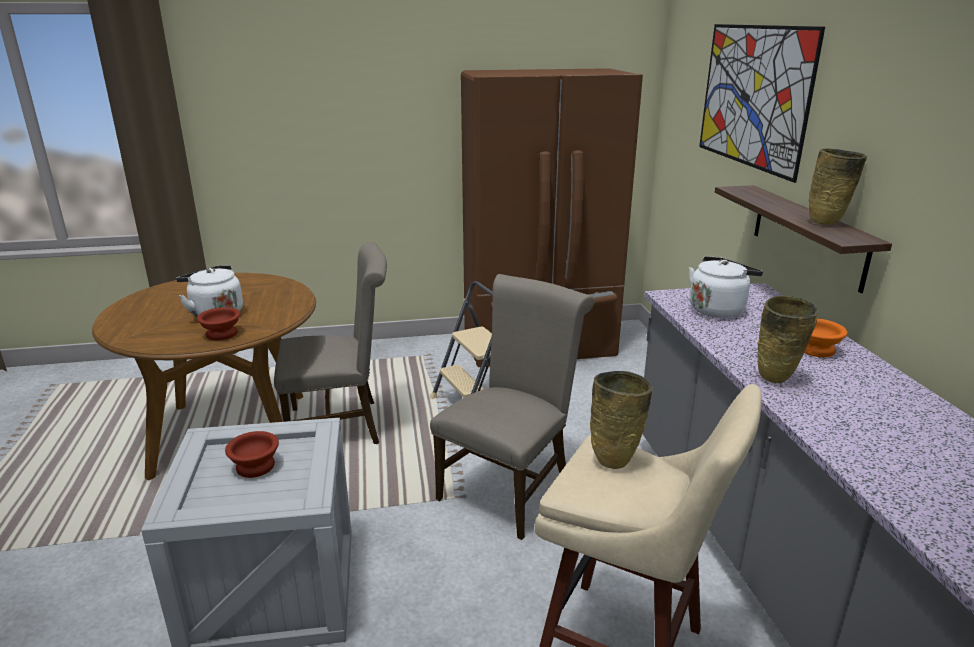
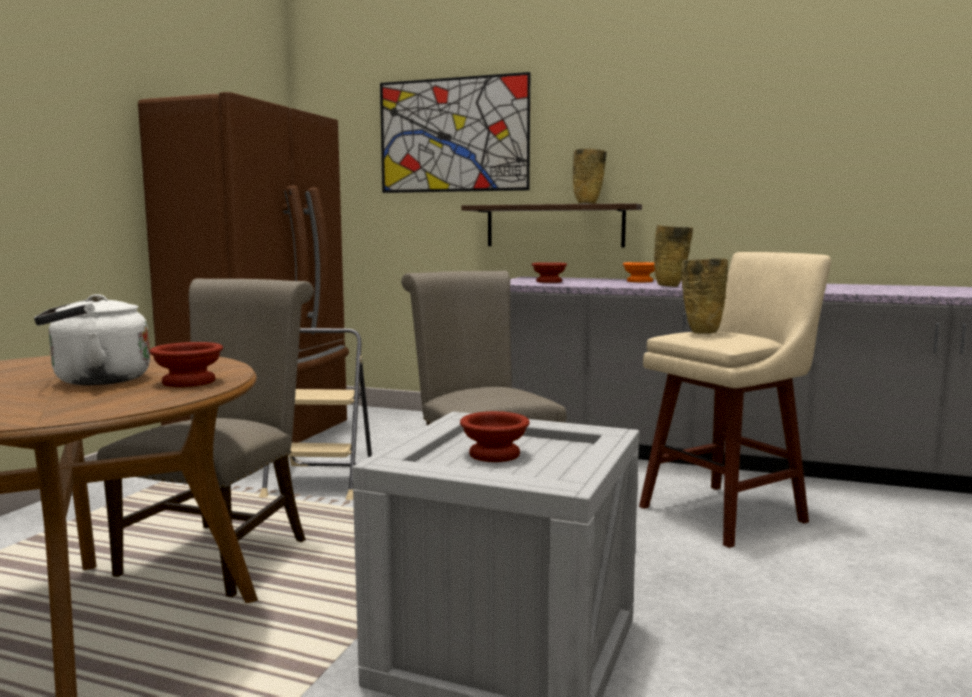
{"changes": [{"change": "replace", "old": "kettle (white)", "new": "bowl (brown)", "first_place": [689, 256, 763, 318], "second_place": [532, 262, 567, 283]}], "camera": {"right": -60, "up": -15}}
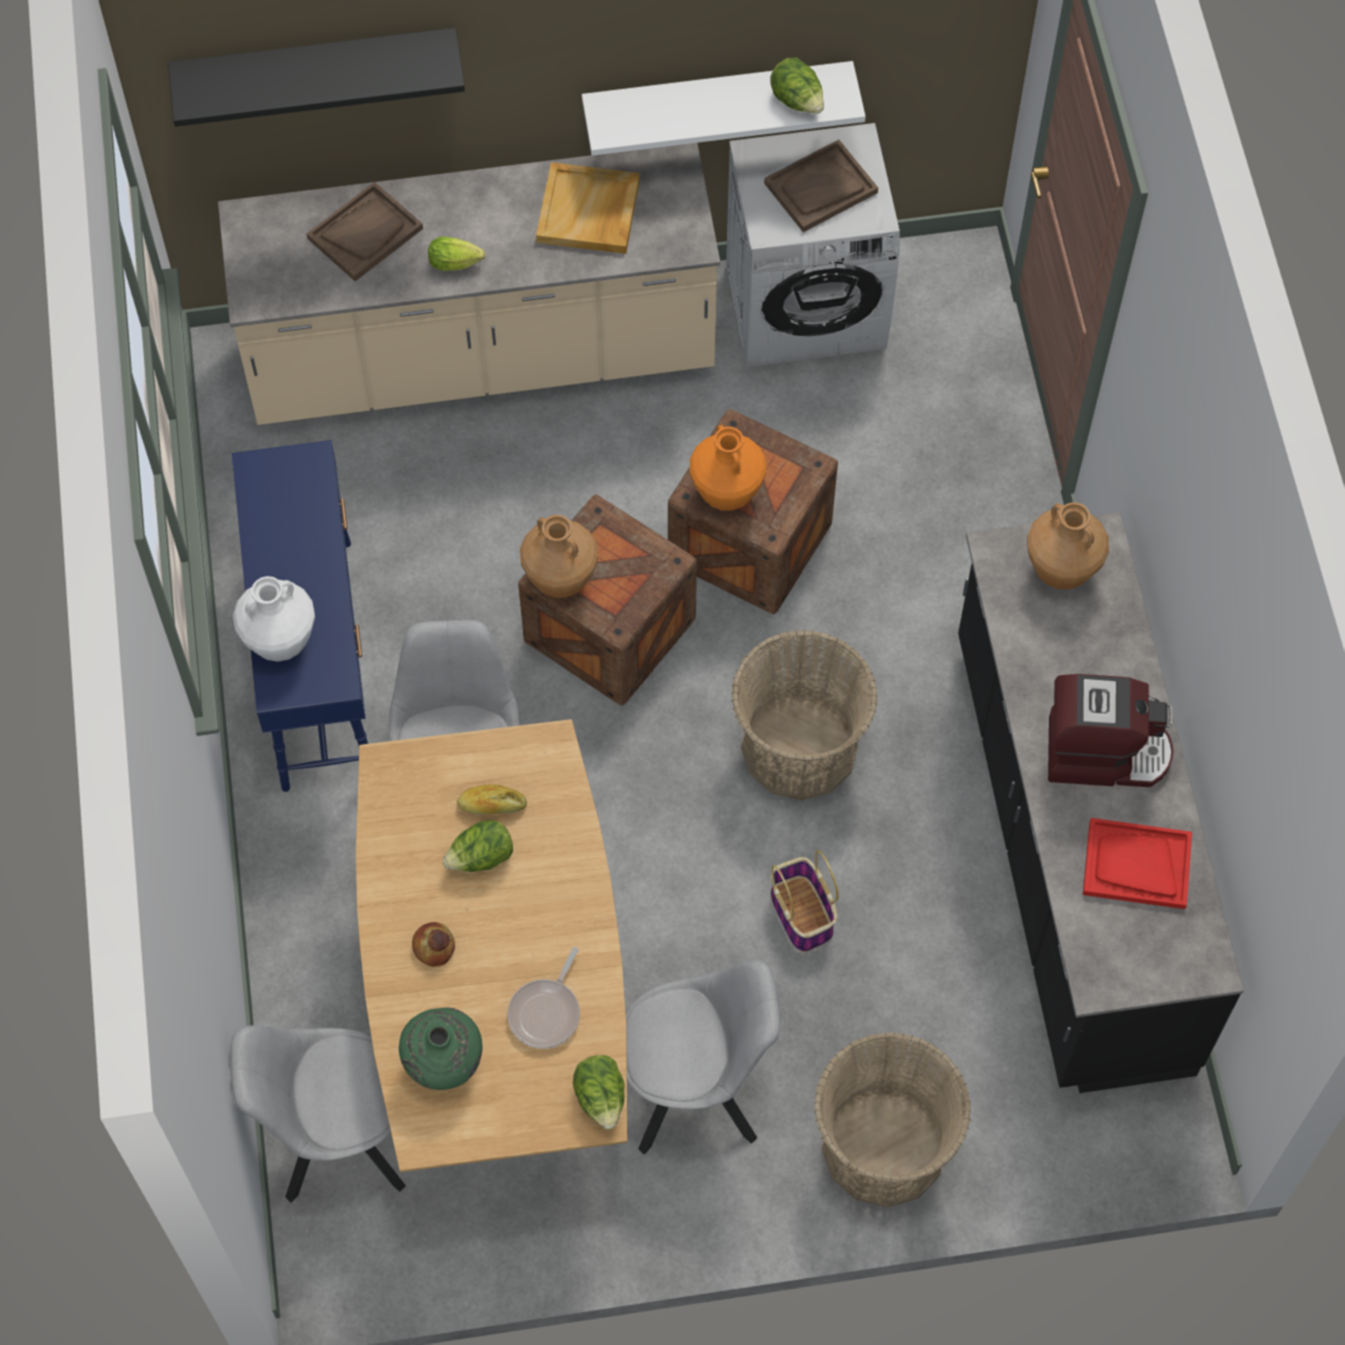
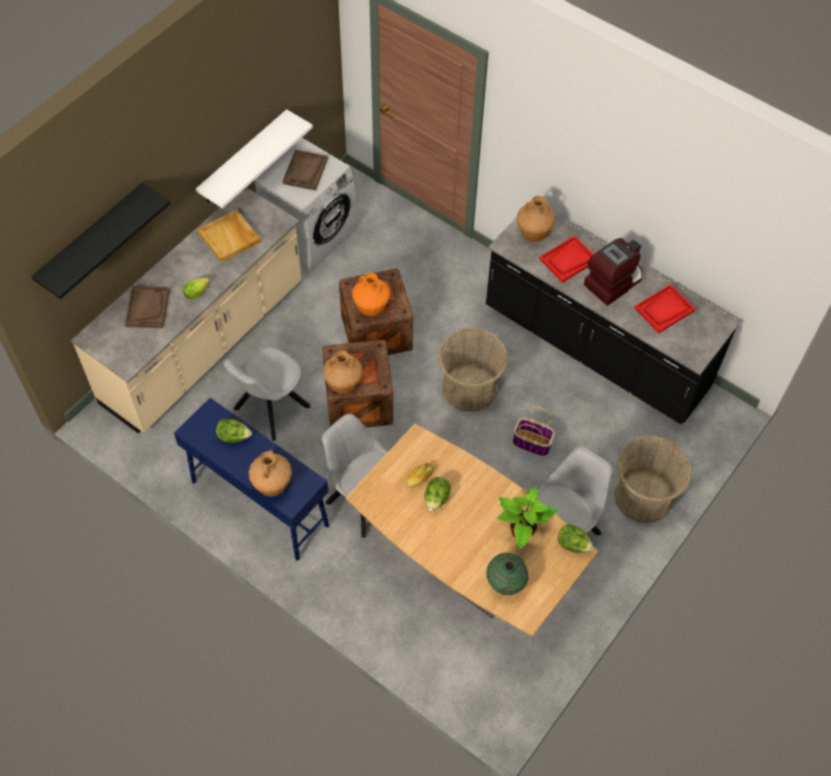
{"changes": [{"change": "move", "old": "chair (grey)", "first_place": [230, 1025, 406, 1203], "second_place": [224, 347, 310, 441]}, {"change": "recolor", "old": "vase (white)", "new": "vase (brown)", "first_place": [233, 576, 315, 662], "second_place": [248, 450, 292, 497]}, {"change": "delete", "old": "bread", "first_place": [412, 922, 455, 967]}, {"change": "replace", "old": "frying pan", "new": "potted plant", "first_place": [507, 947, 580, 1049], "second_place": [497, 486, 558, 549]}, {"change": "move", "old": "lettuce", "first_place": [770, 58, 824, 114], "second_place": [216, 419, 252, 443]}, {"change": "insert", "new": "tray (red)", "second_place": [539, 236, 594, 283]}], "camera": {"right": -45, "up": -5}}
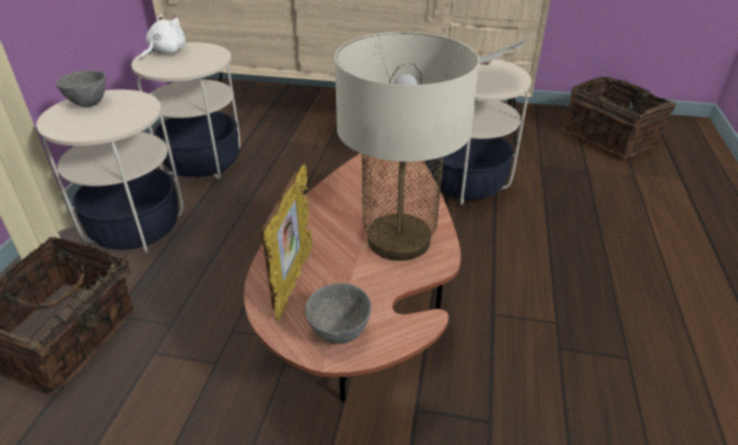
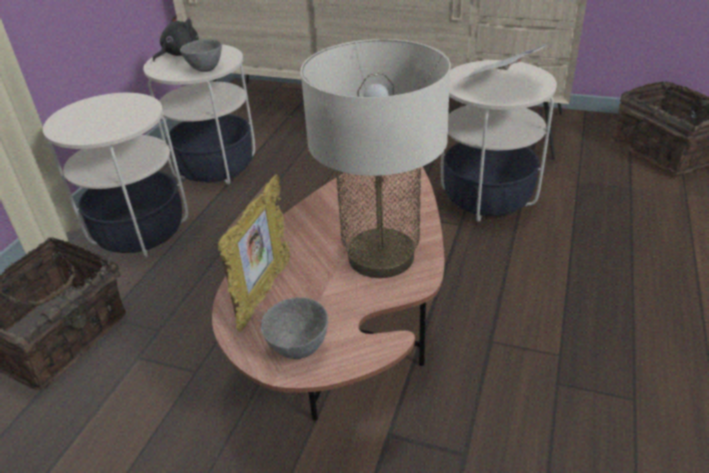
{"changes": [{"change": "move", "old": "bowl (grey)", "first_place": [56, 70, 106, 107], "second_place": [180, 39, 222, 72]}, {"change": "recolor", "old": "plush toy (white)", "new": "plush toy (black)", "first_place": [141, 14, 185, 59], "second_place": [153, 15, 199, 61]}], "camera": {"right": 10, "up": 0}}
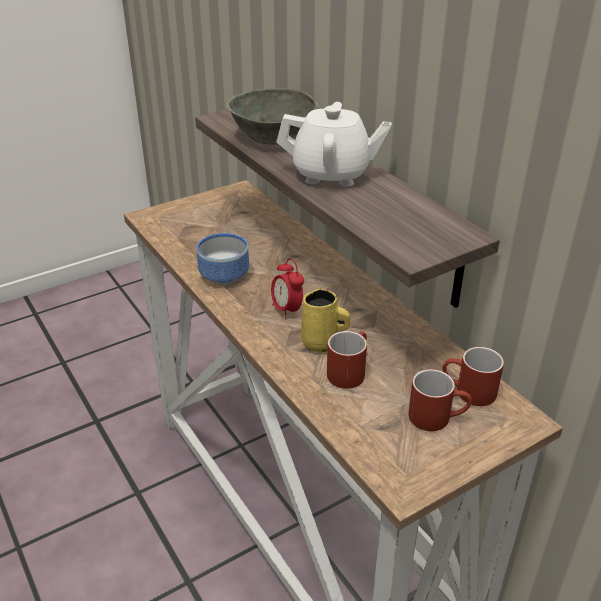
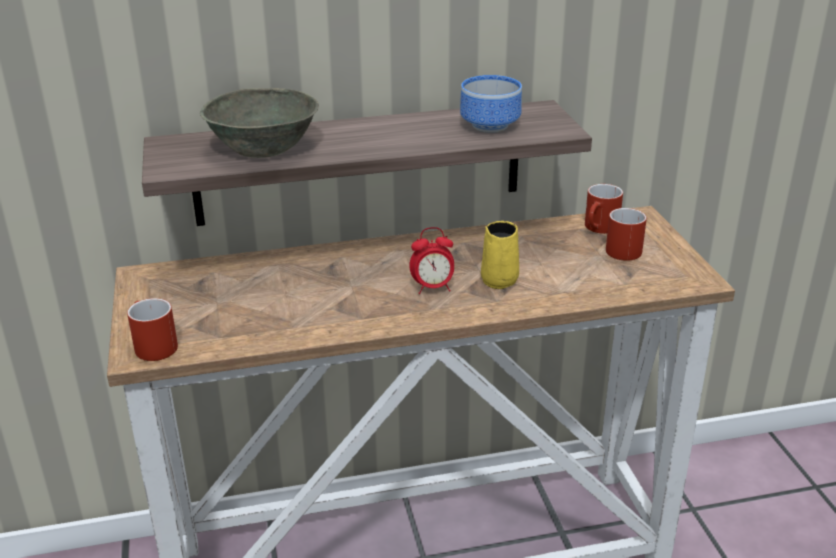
{"changes": [{"change": "move", "old": "bowl", "first_place": [197, 233, 249, 285], "second_place": [460, 75, 522, 133]}, {"change": "delete", "old": "teapot (white)", "first_place": [276, 102, 391, 186]}, {"change": "move", "old": "mug (red)", "first_place": [327, 331, 367, 389], "second_place": [127, 298, 178, 361]}], "camera": {"right": -70, "up": -5}}
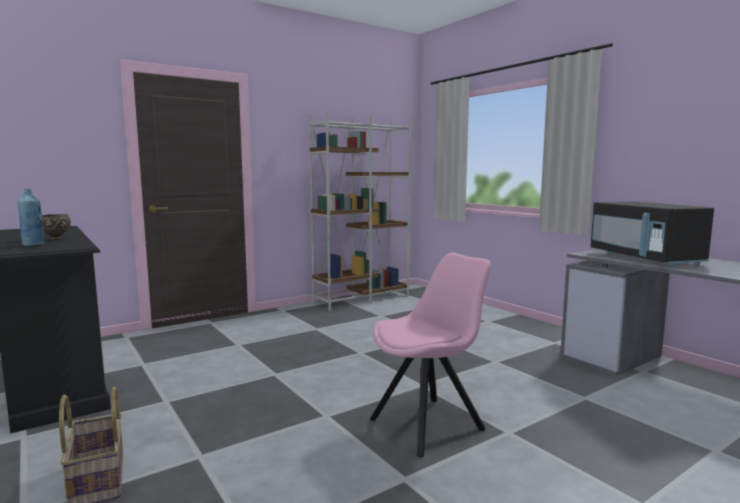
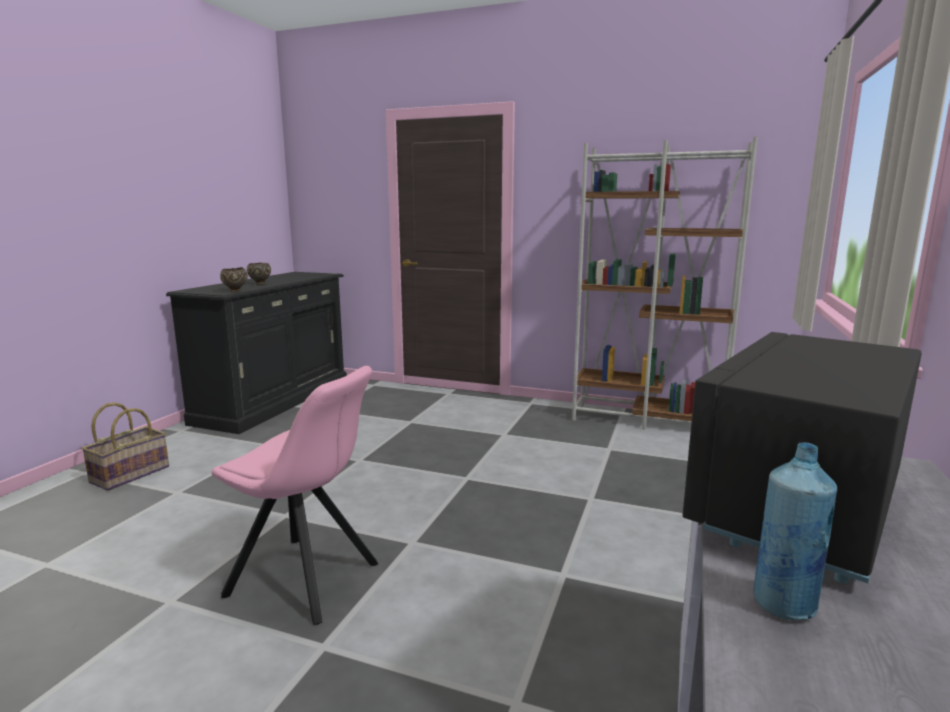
{"changes": [{"change": "move", "old": "bottle (blue)", "first_place": [17, 189, 45, 246], "second_place": [753, 443, 837, 620]}, {"change": "insert", "new": "bowl (brown)", "second_place": [220, 267, 248, 292]}], "camera": {"right": 55, "up": 5}}
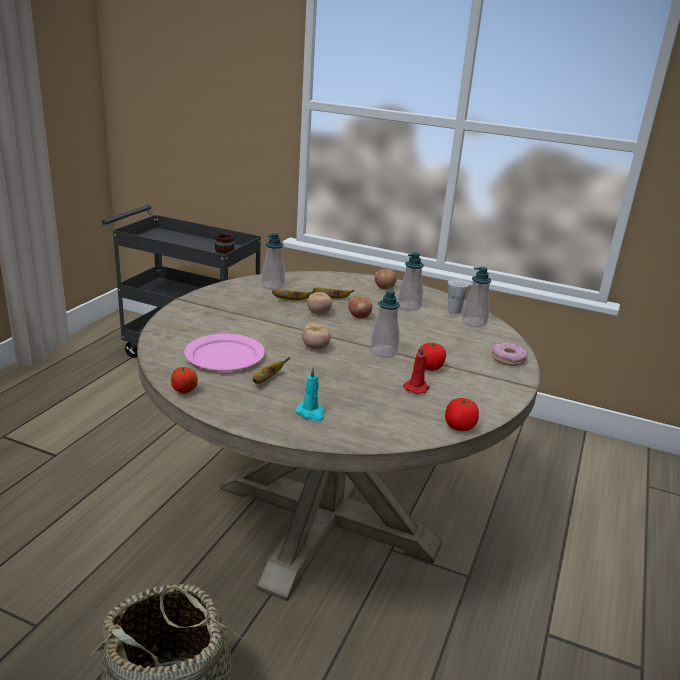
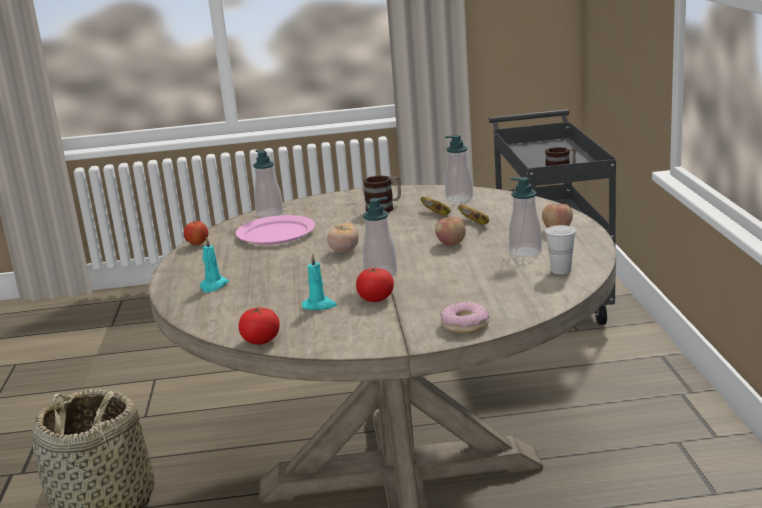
{"changes": [{"change": "delete", "old": "banana", "first_place": [253, 357, 290, 384]}, {"change": "delete", "old": "tomato", "first_place": [307, 292, 332, 315]}, {"change": "recolor", "old": "candle (red)", "new": "candle (turquoise)", "first_place": [403, 345, 430, 394], "second_place": [302, 253, 337, 310]}, {"change": "move", "old": "soap dispenser", "first_place": [462, 267, 491, 327], "second_place": [253, 150, 283, 218]}, {"change": "insert", "new": "mug", "second_place": [363, 175, 401, 213]}], "camera": {"right": 65, "up": -5}}
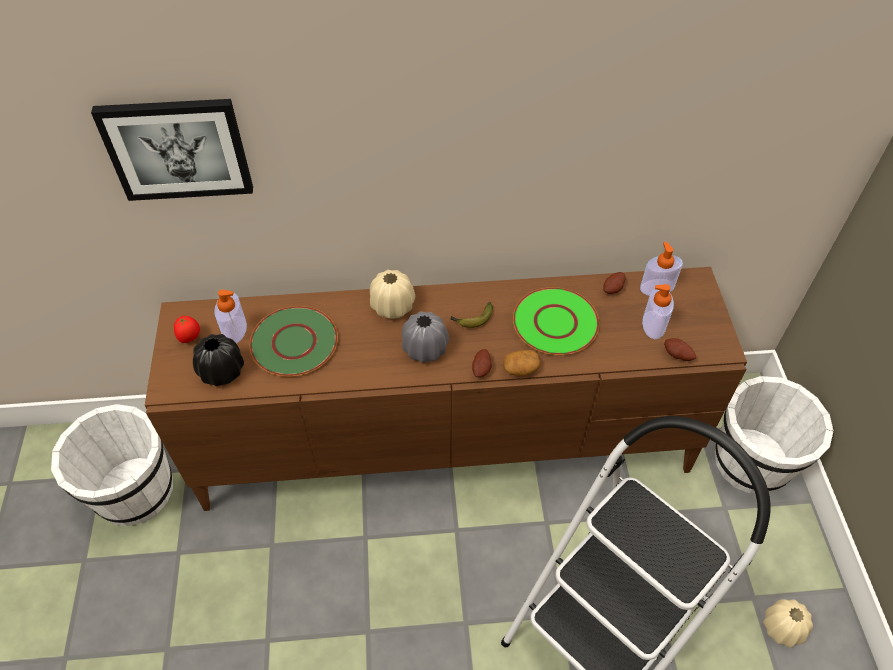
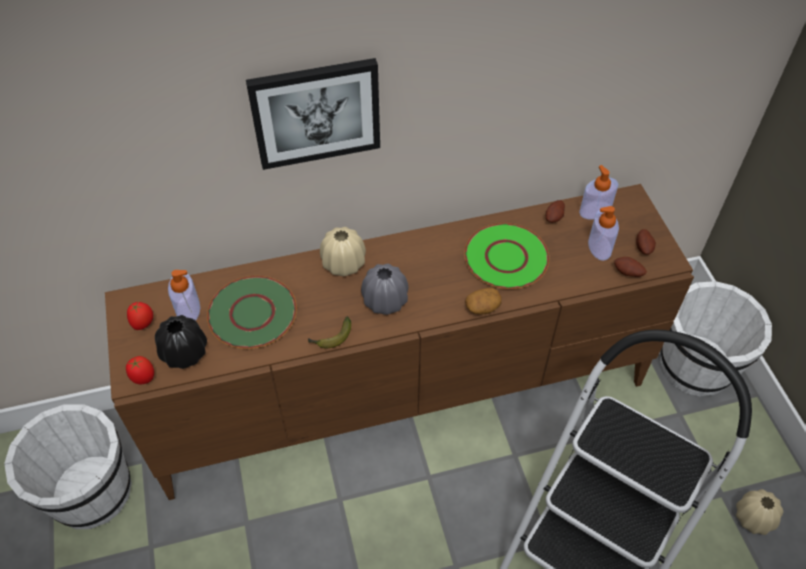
{"changes": [{"change": "move", "old": "picture", "first_place": [91, 99, 253, 201], "second_place": [246, 58, 380, 170]}, {"change": "move", "old": "banana", "first_place": [450, 302, 493, 328], "second_place": [308, 316, 351, 349]}, {"change": "move", "old": "potato", "first_place": [472, 349, 492, 378], "second_place": [636, 229, 656, 255]}, {"change": "insert", "new": "tomato", "second_place": [126, 356, 154, 384]}], "camera": {"right": -10, "up": 0}}
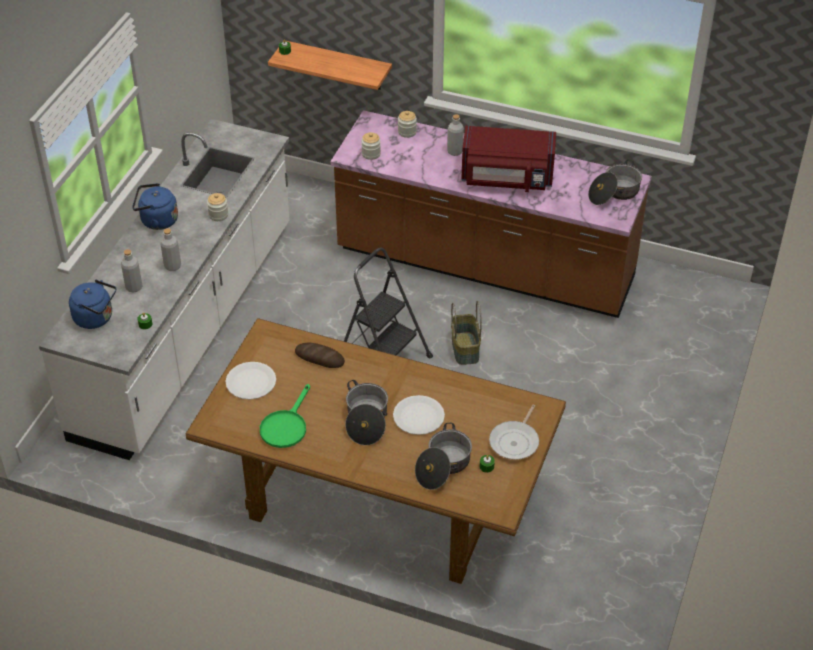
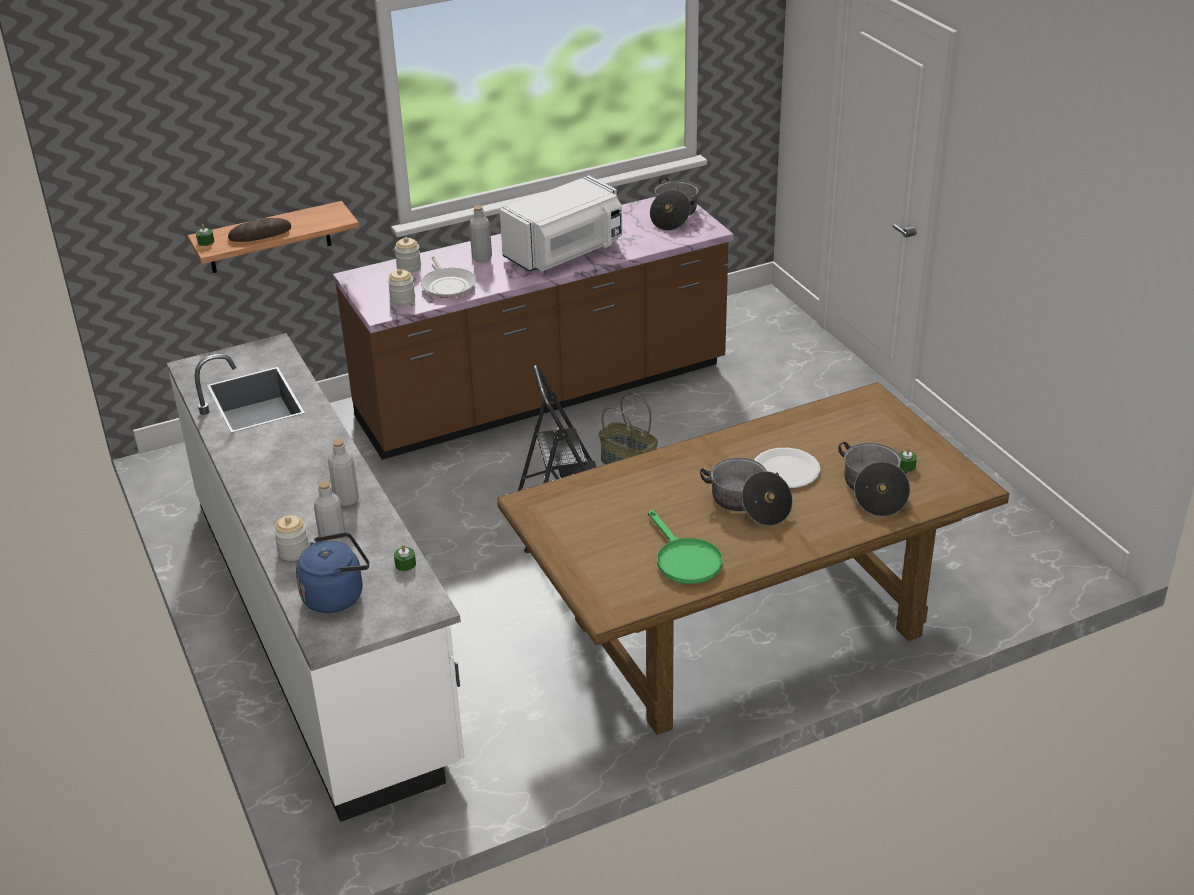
{"changes": [{"change": "delete", "old": "kettle (blue)", "first_place": [132, 183, 178, 230]}, {"change": "move", "old": "jar", "first_place": [207, 193, 228, 221], "second_place": [274, 515, 309, 561]}, {"change": "delete", "old": "plate (white)", "first_place": [226, 362, 276, 399]}, {"change": "move", "old": "bread", "first_place": [295, 343, 345, 368], "second_place": [228, 218, 291, 242]}, {"change": "recolor", "old": "microwave (red)", "new": "microwave (white)", "first_place": [461, 126, 556, 192], "second_place": [500, 175, 622, 272]}, {"change": "move", "old": "frying pan", "first_place": [489, 404, 539, 460], "second_place": [421, 256, 476, 298]}], "camera": {"right": -45, "up": -10}}
